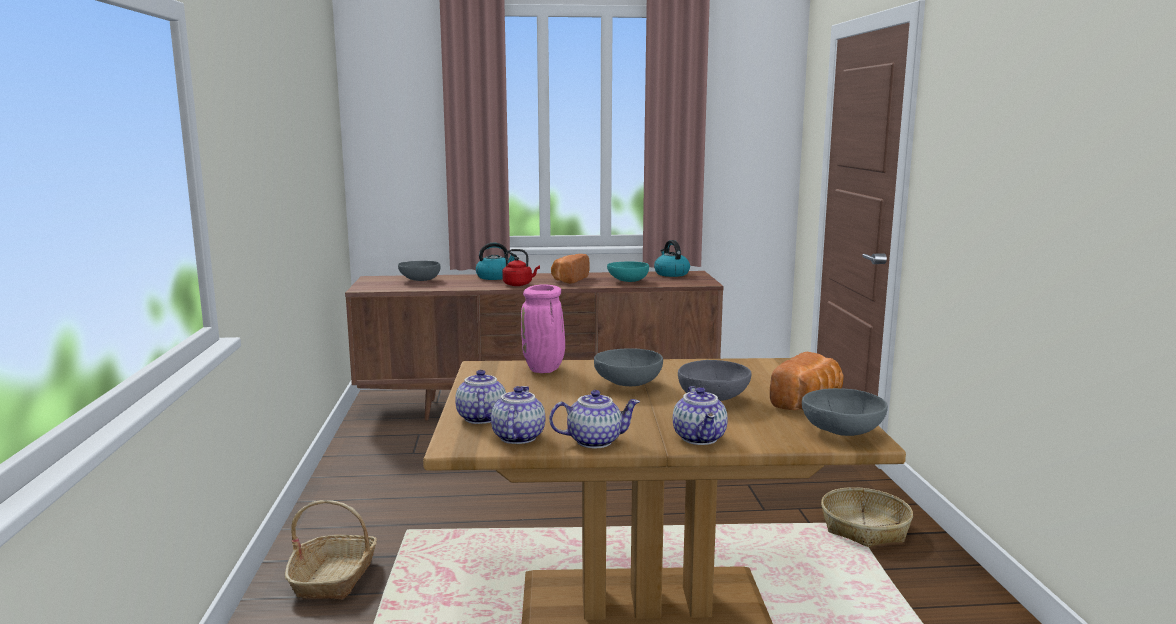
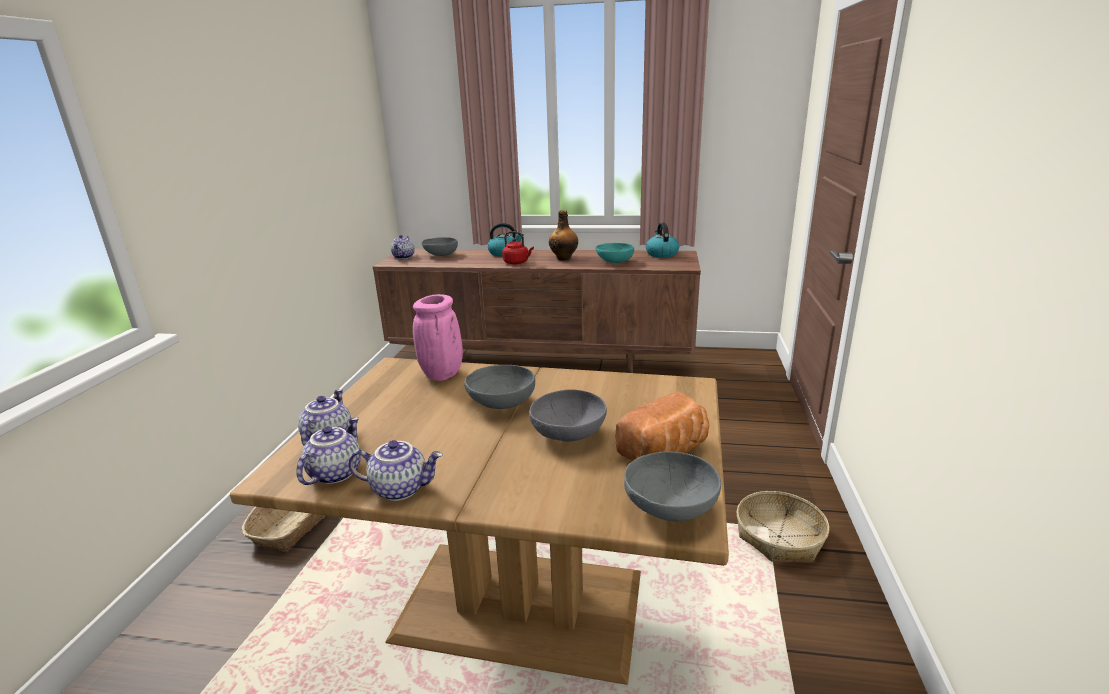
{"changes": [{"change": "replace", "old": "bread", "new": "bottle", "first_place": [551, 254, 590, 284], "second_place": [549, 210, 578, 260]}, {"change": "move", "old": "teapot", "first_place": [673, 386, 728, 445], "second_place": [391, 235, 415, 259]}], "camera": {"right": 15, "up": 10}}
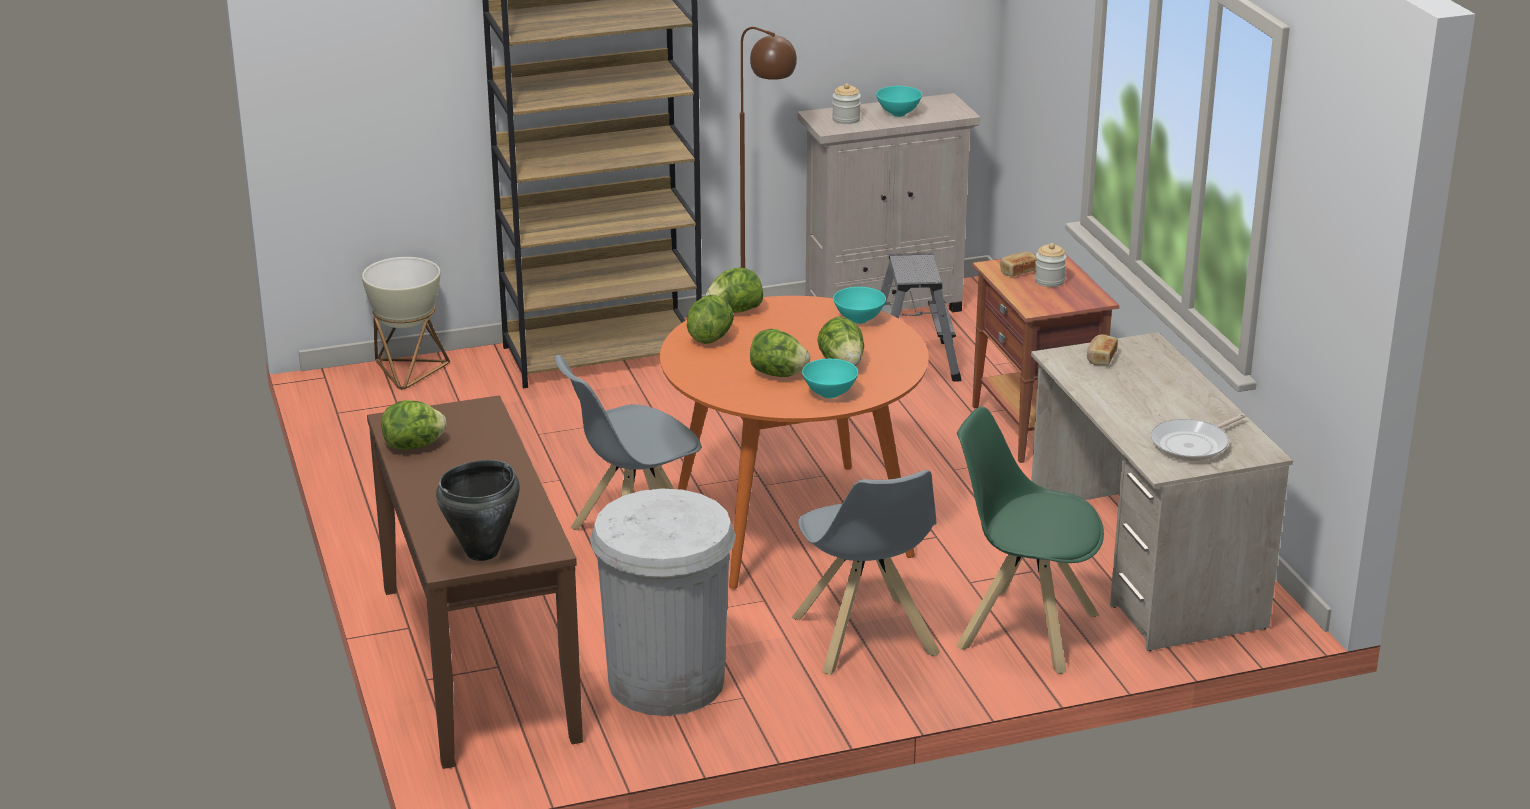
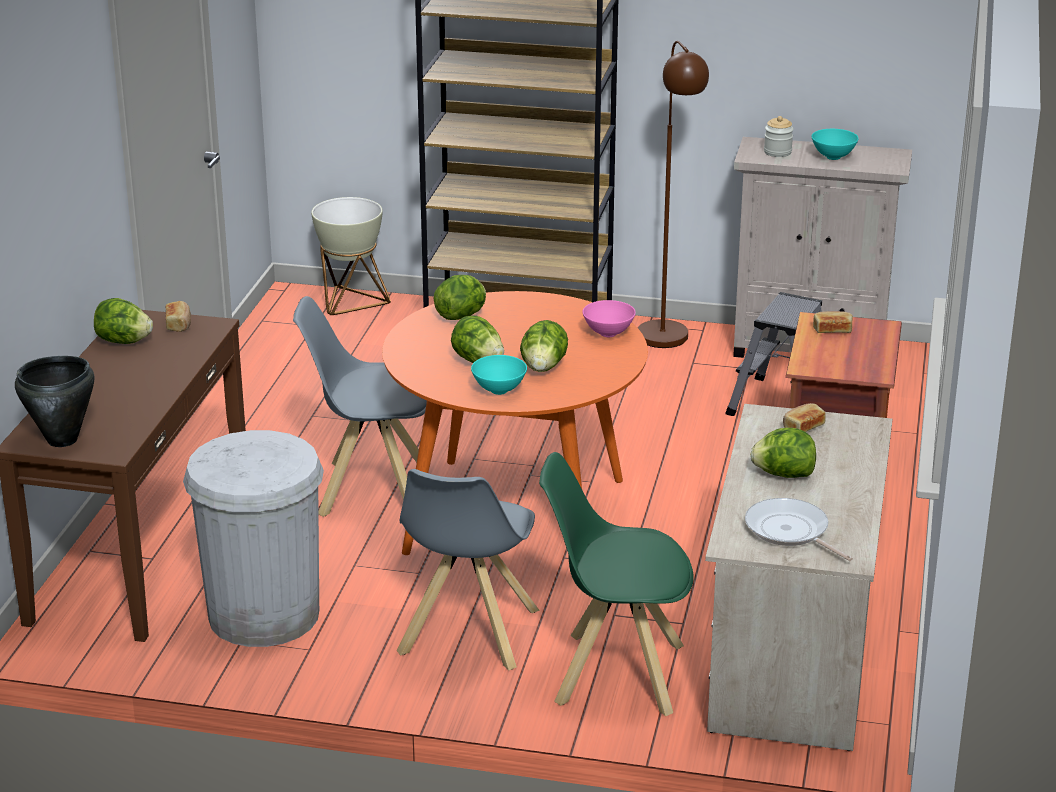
{"changes": [{"change": "move", "old": "lettuce", "first_place": [705, 267, 763, 313], "second_place": [750, 428, 816, 478]}, {"change": "recolor", "old": "bowl (turquoise)", "new": "bowl (pink)", "first_place": [833, 287, 886, 324], "second_place": [583, 300, 636, 337]}, {"change": "rotate", "old": "chair (green)", "first_place": [957, 407, 1104, 674], "second_place": [539, 452, 694, 716], "degrees": -45}, {"change": "delete", "old": "jar", "first_place": [1035, 243, 1067, 287]}, {"change": "rotate", "old": "frying pan", "first_place": [1151, 414, 1246, 461], "second_place": [745, 498, 853, 561], "degrees": 60}, {"change": "insert", "new": "bread", "second_place": [166, 301, 191, 332]}], "camera": {"right": 30, "up": 0}}
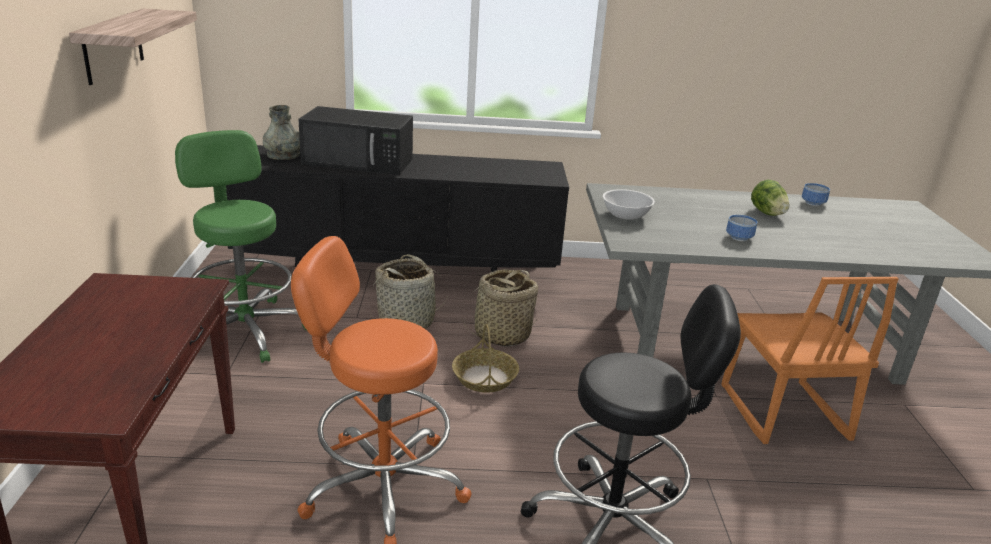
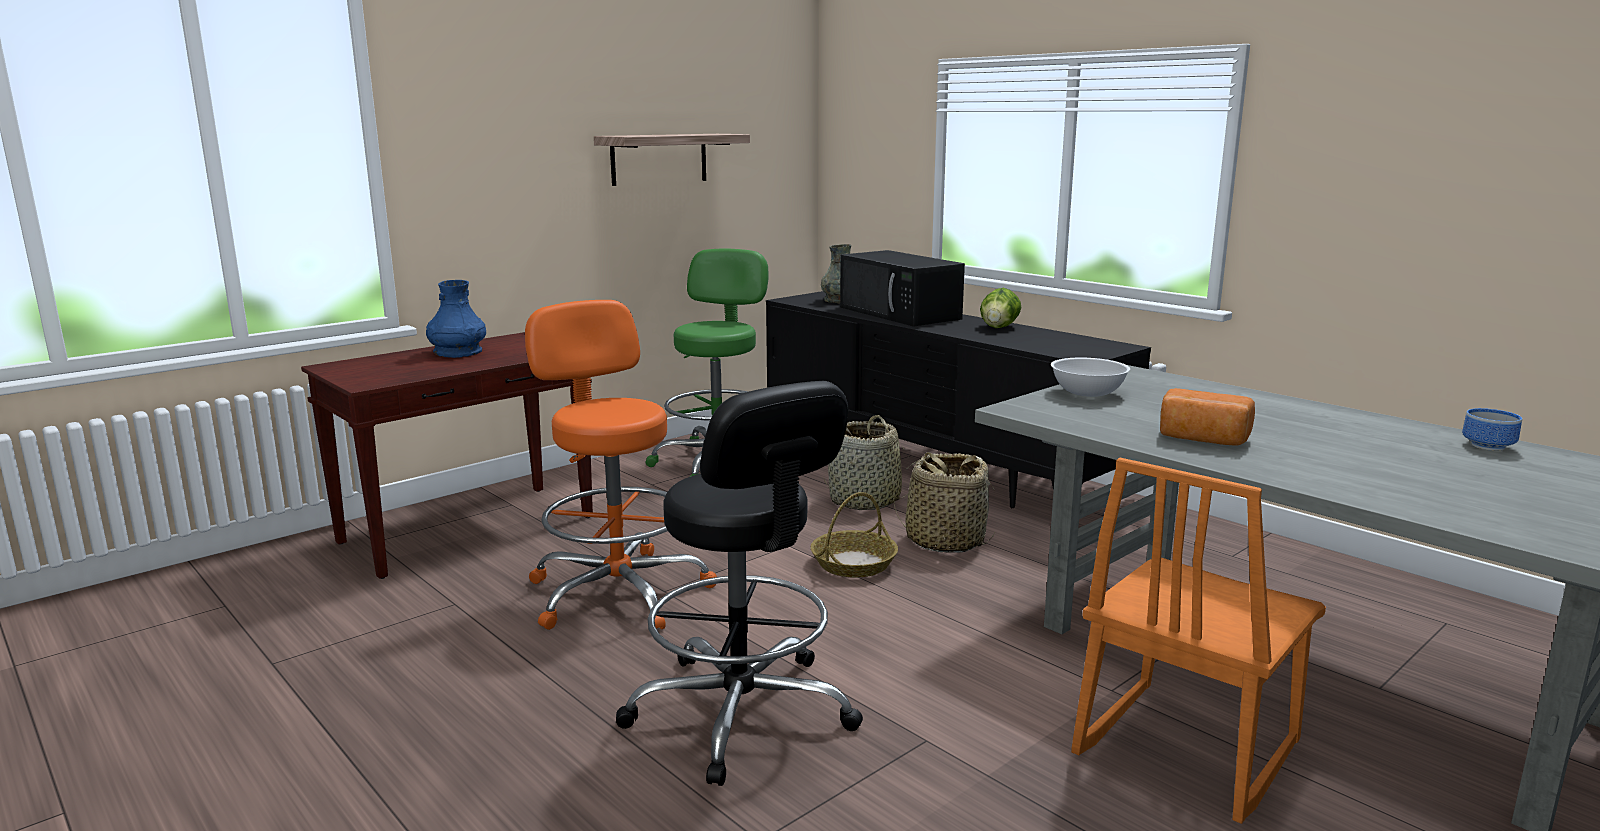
{"changes": [{"change": "replace", "old": "bowl", "new": "bread", "first_place": [726, 215, 757, 241], "second_place": [1160, 388, 1255, 446]}, {"change": "move", "old": "lettuce", "first_place": [751, 180, 789, 216], "second_place": [980, 288, 1022, 328]}, {"change": "insert", "new": "vase (blue)", "second_place": [426, 280, 486, 358]}], "camera": {"right": 50, "up": -10}}
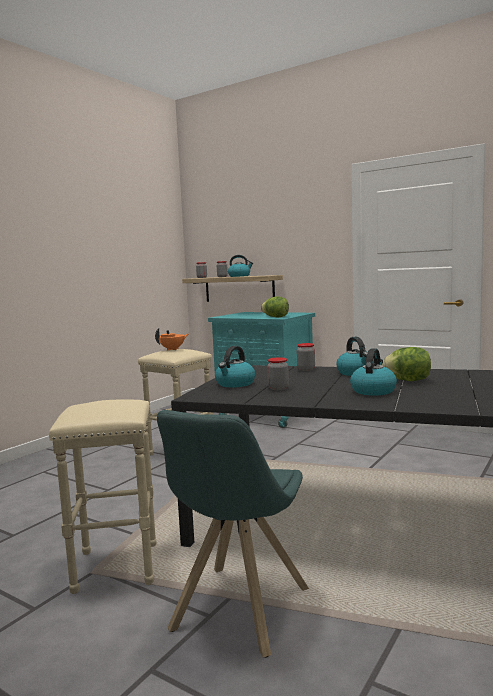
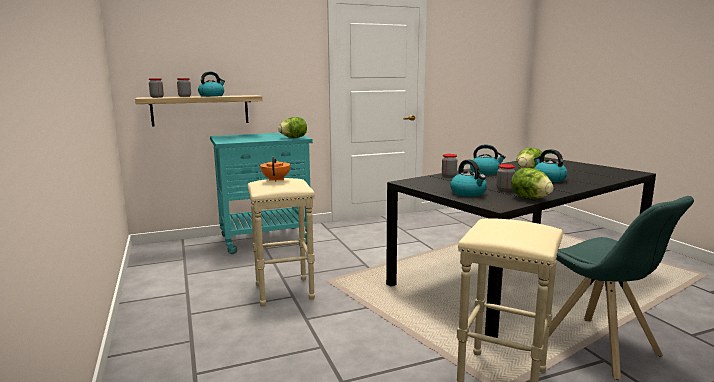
{"changes": [{"change": "insert", "new": "lettuce", "second_place": [511, 168, 554, 199]}], "camera": {"right": -55, "up": 5}}
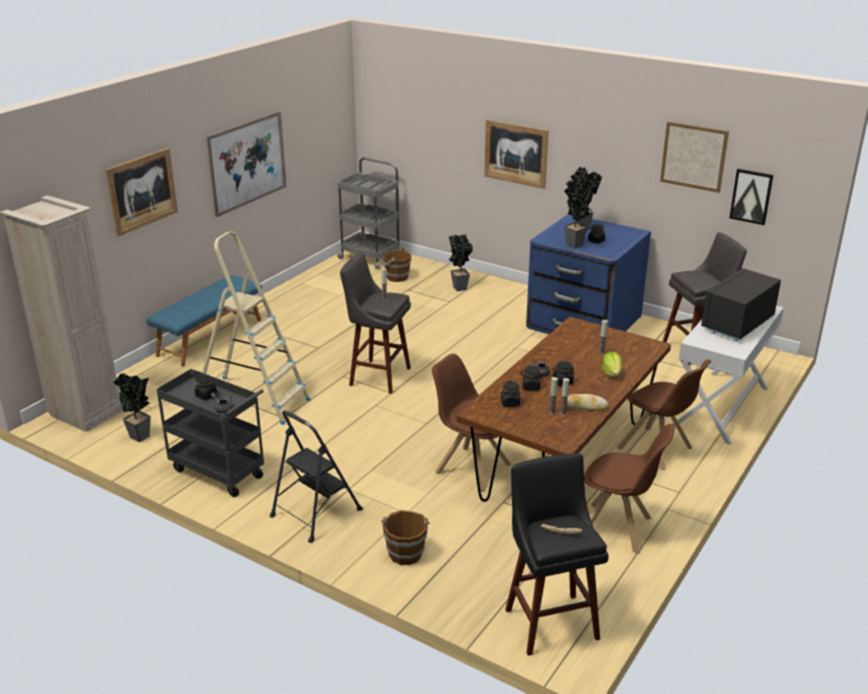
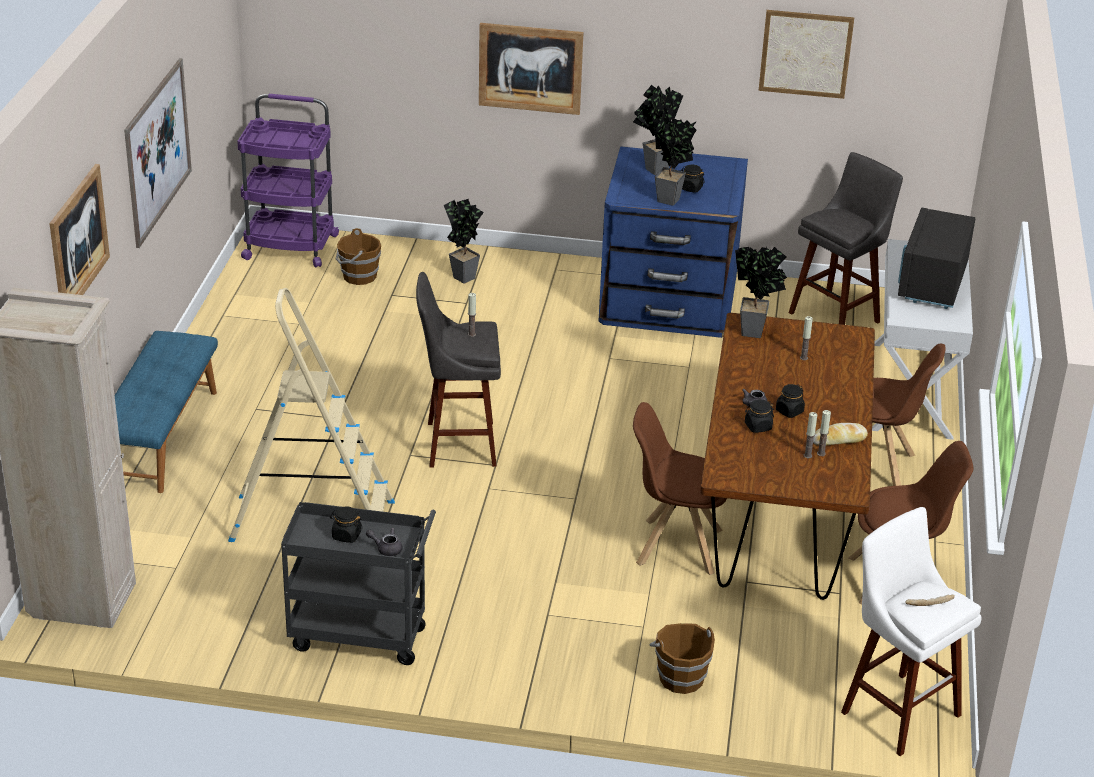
{"changes": [{"change": "move", "old": "potted plant", "first_place": [114, 373, 151, 442], "second_place": [735, 246, 787, 338]}, {"change": "delete", "old": "step ladder (black)", "first_place": [269, 410, 363, 543]}, {"change": "recolor", "old": "cart (grey)", "new": "cart (purple)", "first_place": [337, 157, 400, 269], "second_place": [237, 94, 339, 268]}, {"change": "delete", "old": "jar (black)", "first_place": [501, 381, 520, 407]}, {"change": "recolor", "old": "stool (black)", "new": "stool (white)", "first_place": [505, 453, 608, 656], "second_place": [841, 507, 982, 756]}, {"change": "delete", "old": "lettuce", "first_place": [601, 352, 622, 377]}, {"change": "delete", "old": "picture", "first_place": [729, 169, 773, 225]}], "camera": {"right": -25, "up": 5}}
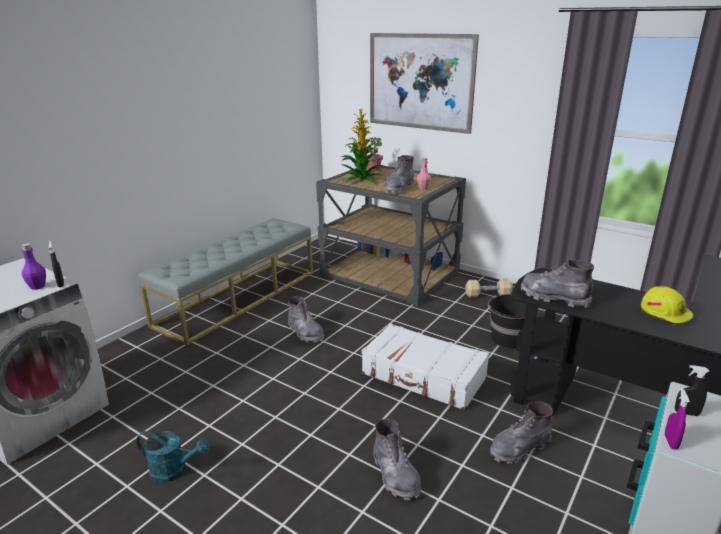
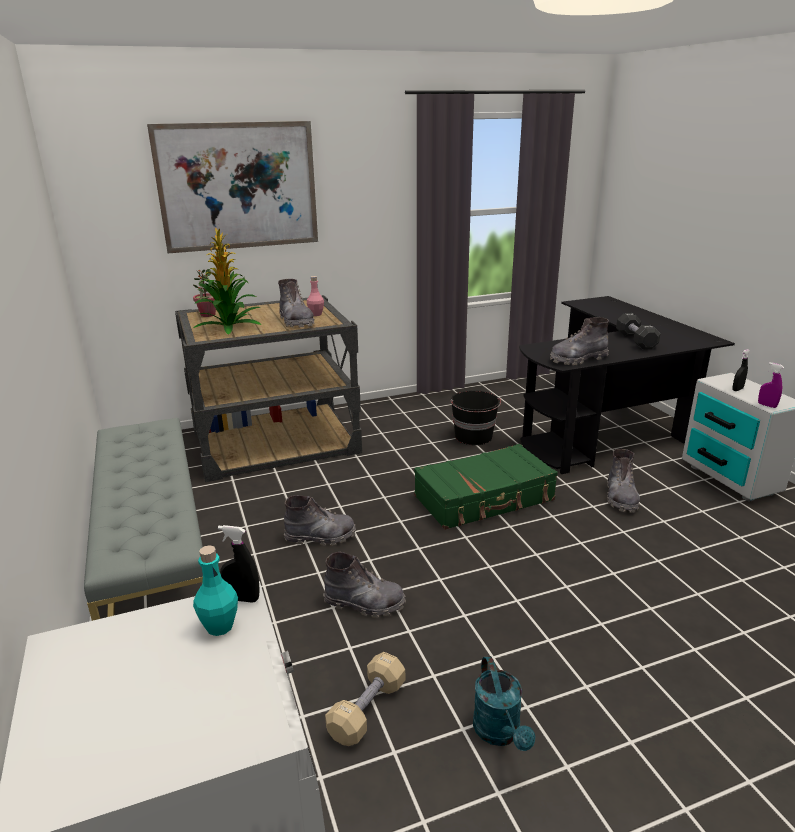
{"changes": [{"change": "recolor", "old": "bottle (purple)", "new": "bottle (turquoise)", "first_place": [21, 243, 46, 290], "second_place": [193, 545, 238, 636]}, {"change": "rotate", "old": "watering can (turquoise)", "first_place": [136, 431, 210, 483], "second_place": [473, 656, 535, 751], "degrees": 120}, {"change": "recolor", "old": "suitcase (white)", "new": "suitcase (green)", "first_place": [362, 323, 489, 410], "second_place": [414, 444, 558, 530]}, {"change": "move", "old": "boot (grey)", "first_place": [373, 419, 421, 500], "second_place": [323, 552, 406, 618]}, {"change": "move", "old": "dumbbell (beige)", "first_place": [465, 279, 513, 298], "second_place": [325, 652, 405, 746]}, {"change": "replace", "old": "hard hat (yellow)", "new": "dumbbell (black)", "first_place": [641, 286, 694, 326], "second_place": [616, 313, 660, 350]}], "camera": {"right": -55, "up": 0}}
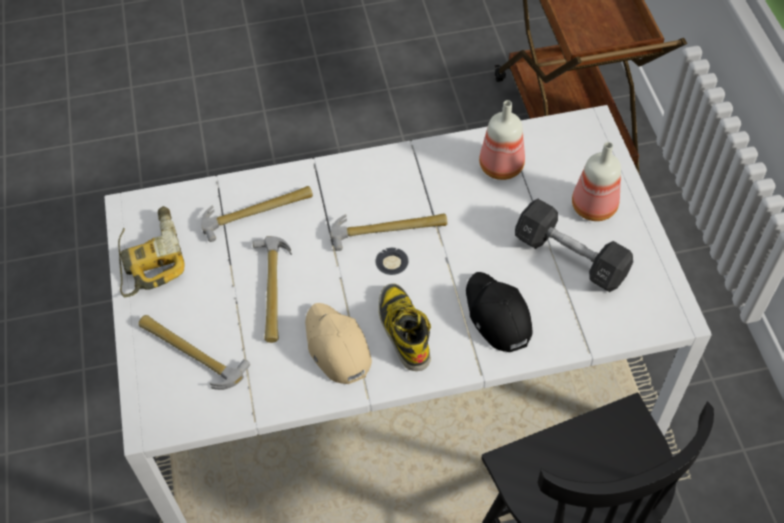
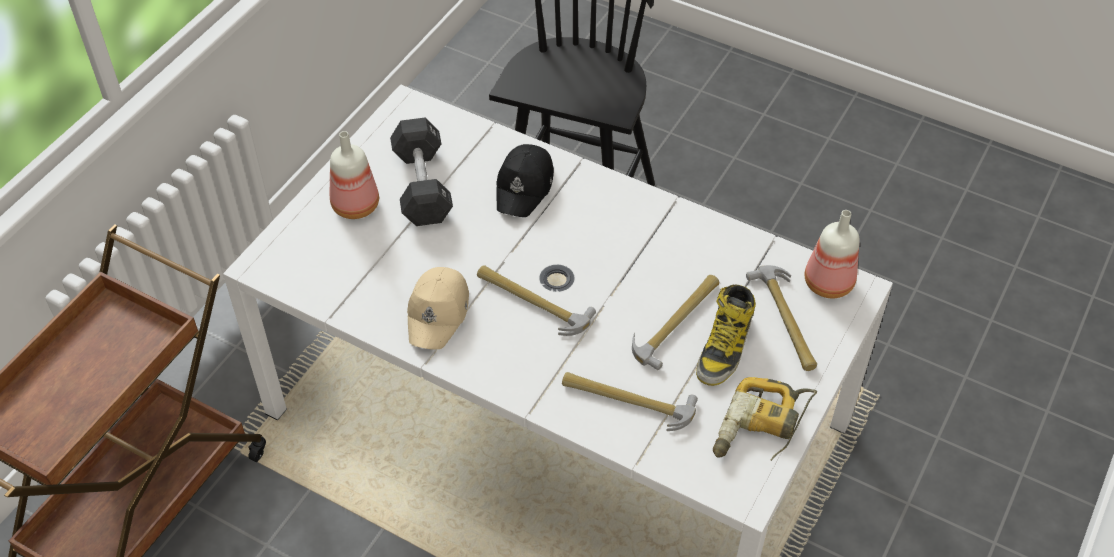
{"changes": [{"change": "move", "old": "cap (beige)", "first_place": [305, 303, 372, 384], "second_place": [407, 267, 469, 349]}, {"change": "move", "old": "boot", "first_place": [379, 283, 431, 371], "second_place": [696, 284, 756, 386]}, {"change": "move", "old": "bottle", "first_place": [479, 100, 525, 180], "second_place": [805, 210, 859, 298]}], "camera": {"right": -140, "up": -5}}
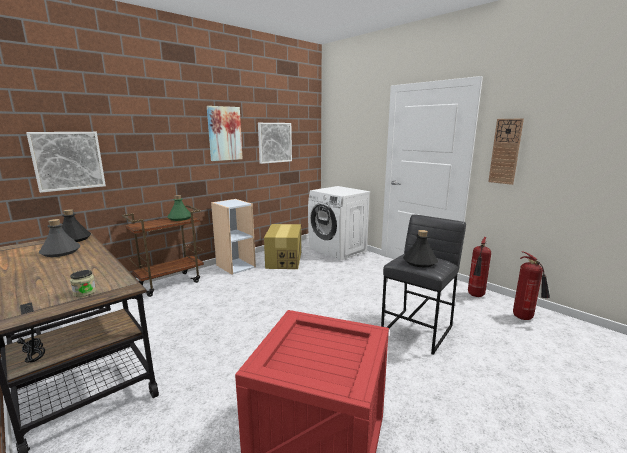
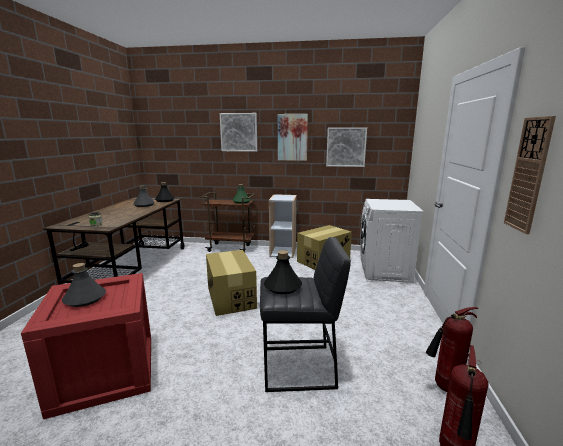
{"changes": [{"change": "move", "old": "picture", "first_place": [26, 132, 106, 193], "second_place": [220, 113, 257, 152]}, {"change": "insert", "new": "bottle (grey)", "second_place": [62, 263, 106, 307]}, {"change": "insert", "new": "cardboard box", "second_place": [206, 250, 257, 316]}], "camera": {"right": 50, "up": 0}}
